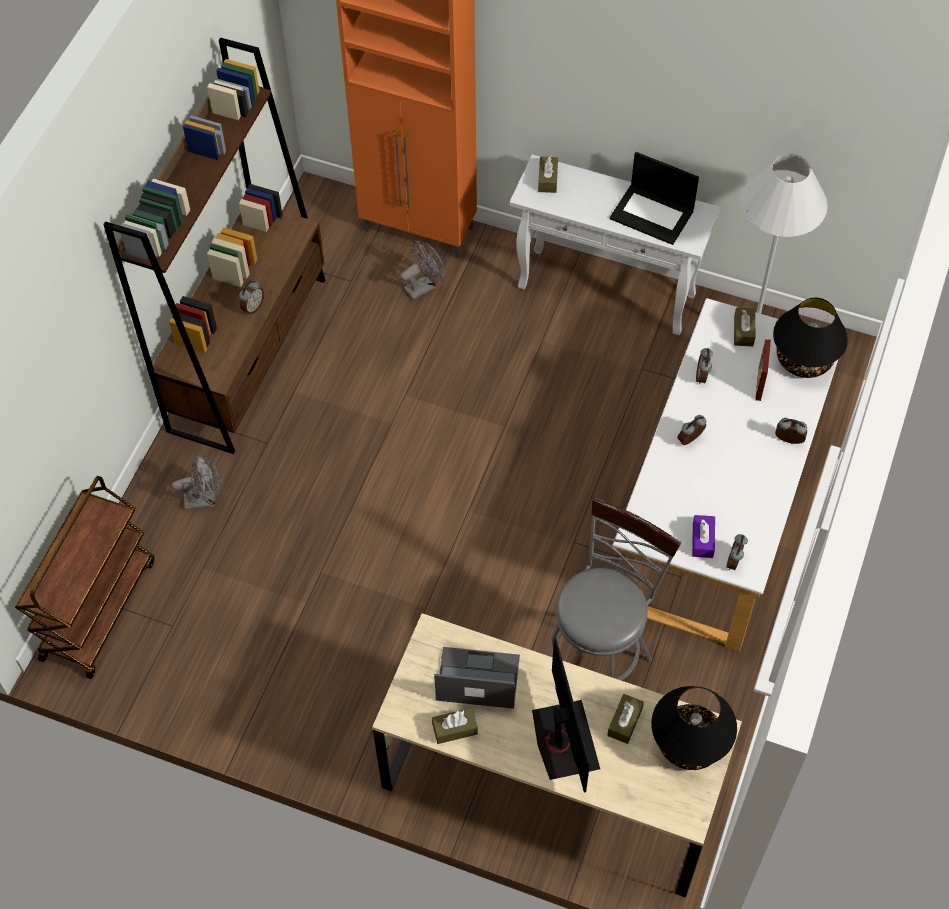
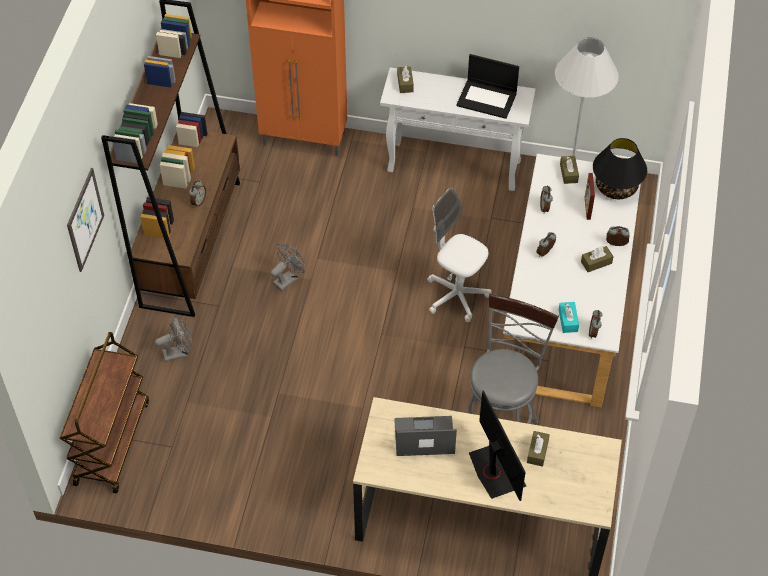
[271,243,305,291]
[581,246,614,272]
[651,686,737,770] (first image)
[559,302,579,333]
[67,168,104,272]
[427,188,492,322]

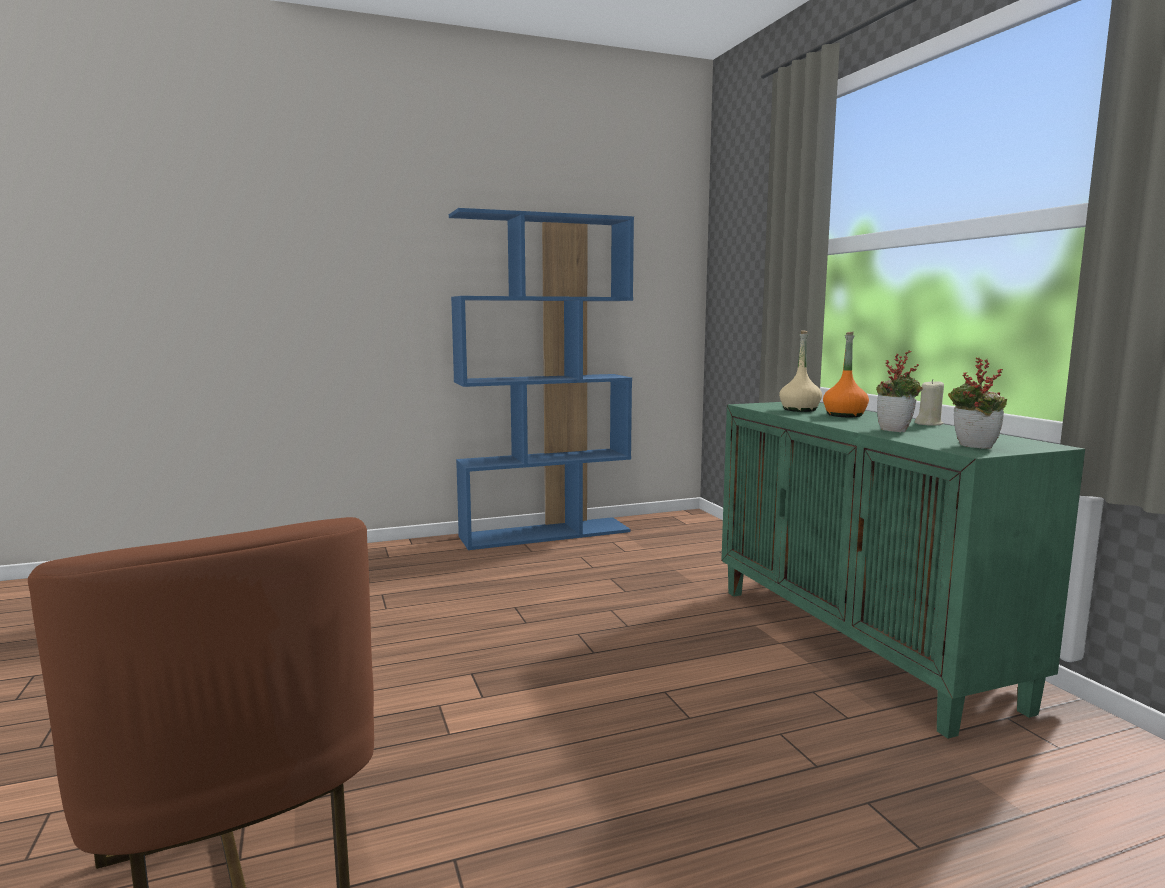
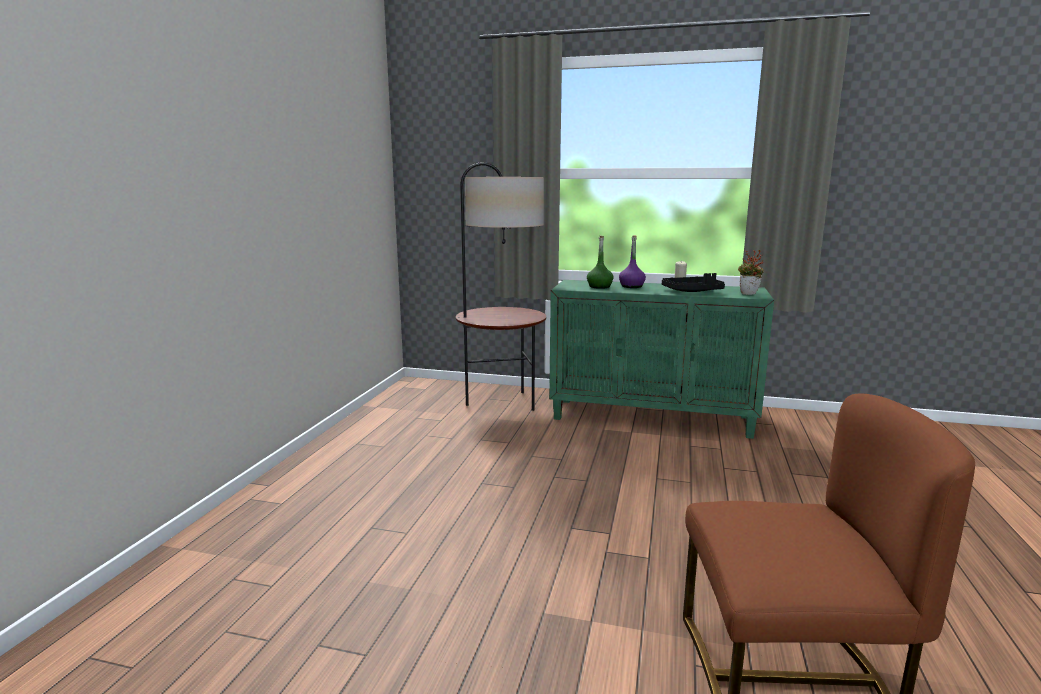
[449,208,634,550] (first image)
[587,235,614,289]
[619,235,646,288]
[662,273,725,292]
[456,162,546,411]

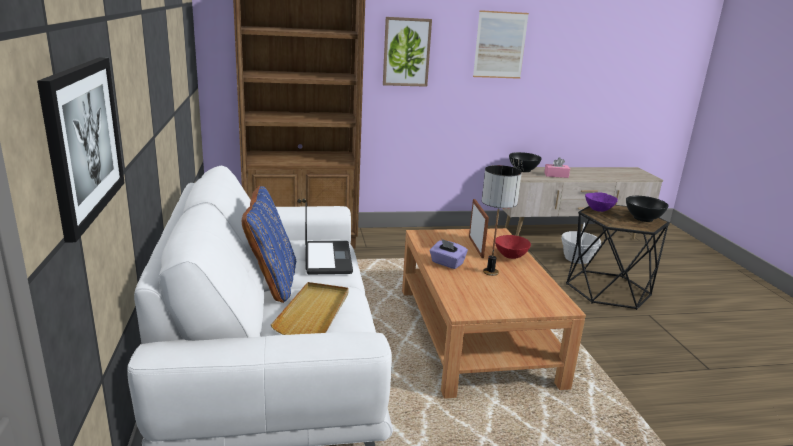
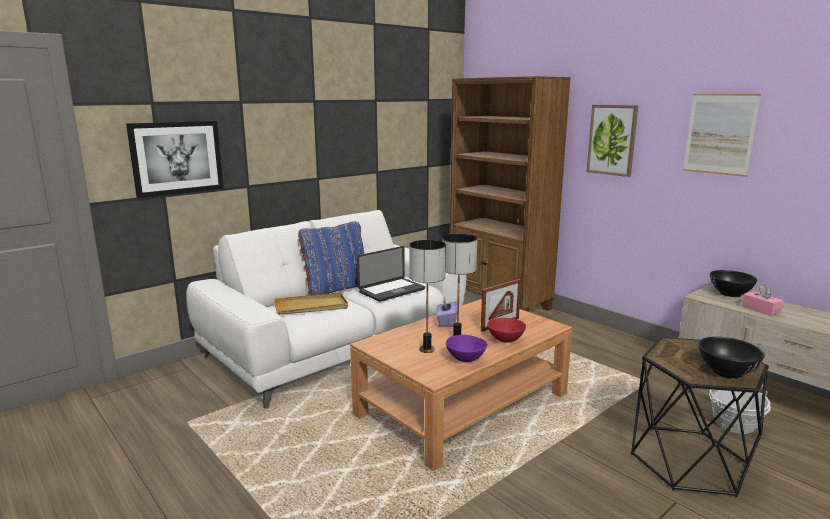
[446,335,487,362]
[409,240,446,353]

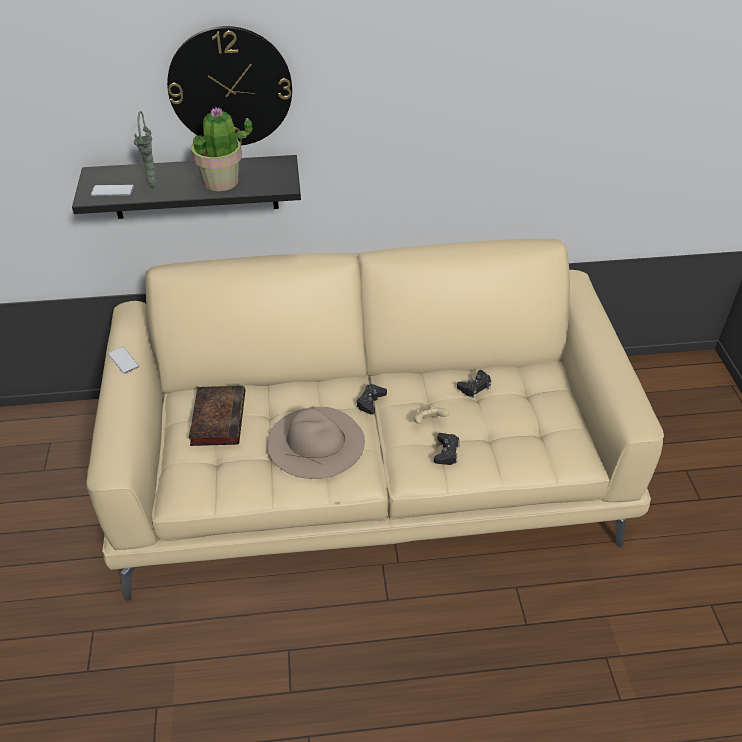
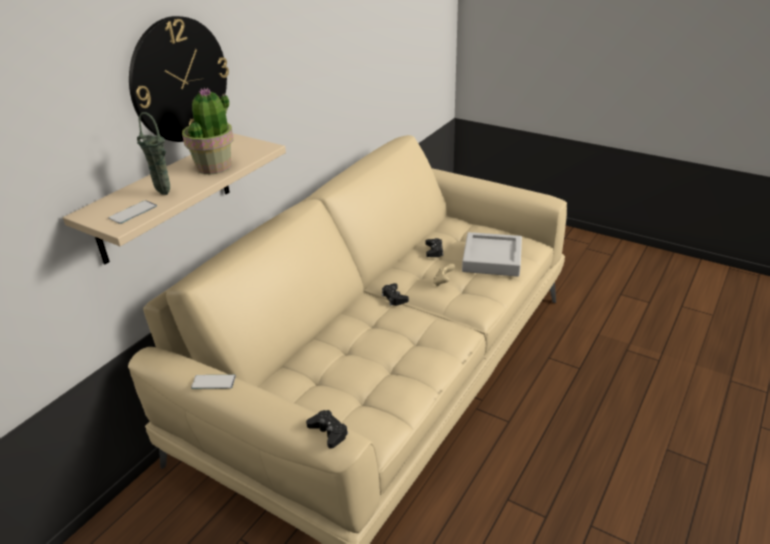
[63,134,286,264]
[188,386,245,446] (first image)
[267,407,365,479] (first image)
[306,410,348,449]
[462,232,522,277]

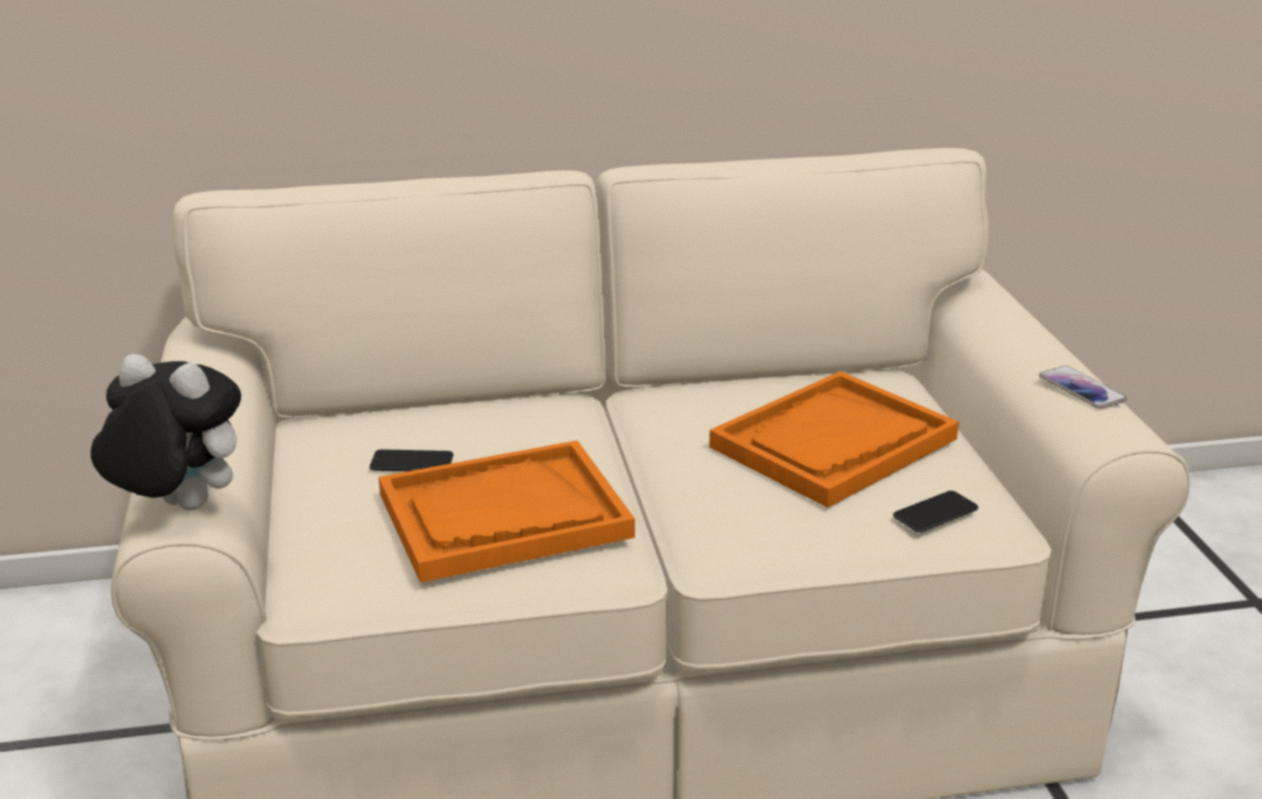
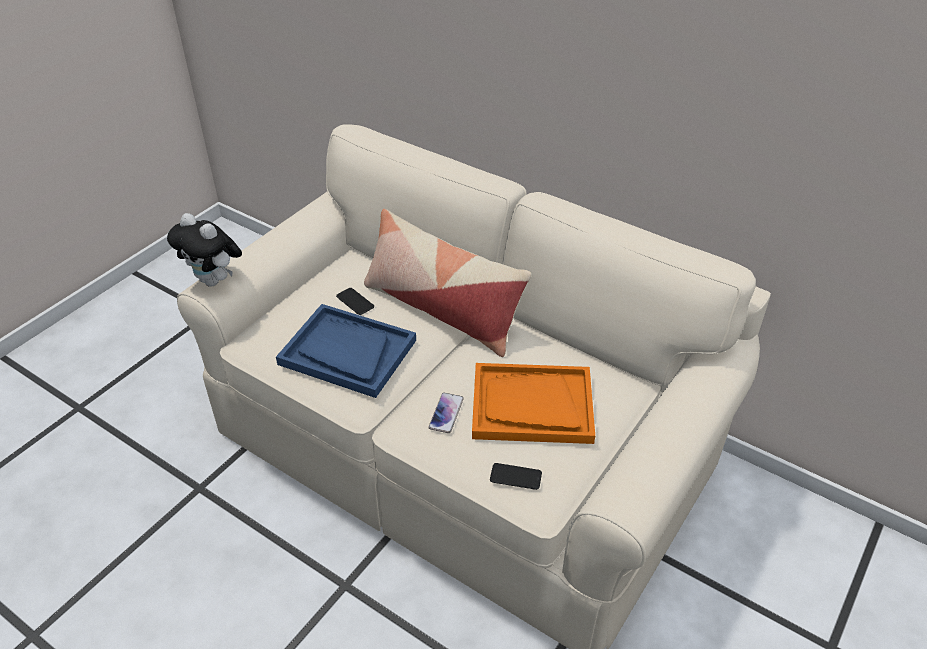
[167,213,242,287]
[276,304,416,398]
[428,393,464,433]
[364,209,531,357]

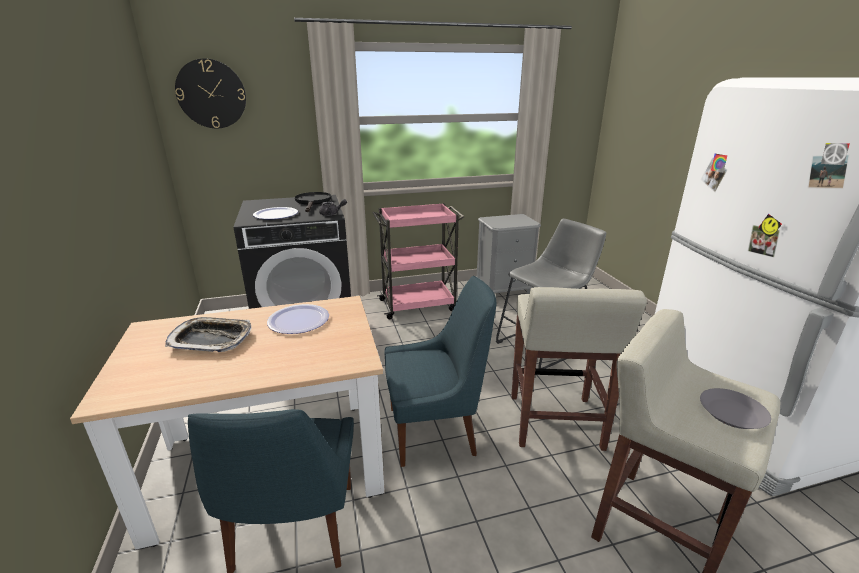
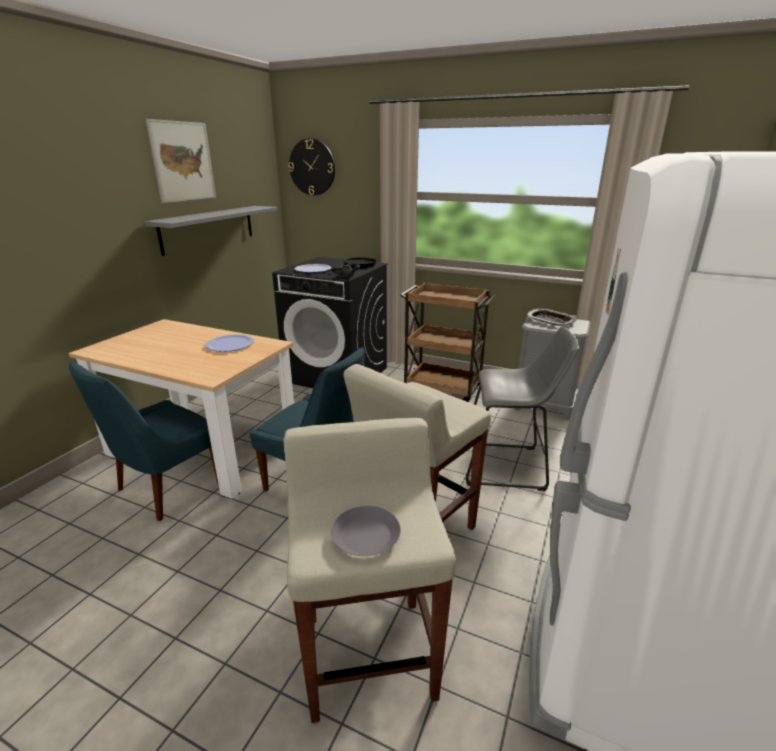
[526,308,577,326]
[400,283,496,402]
[144,206,278,256]
[145,119,216,203]

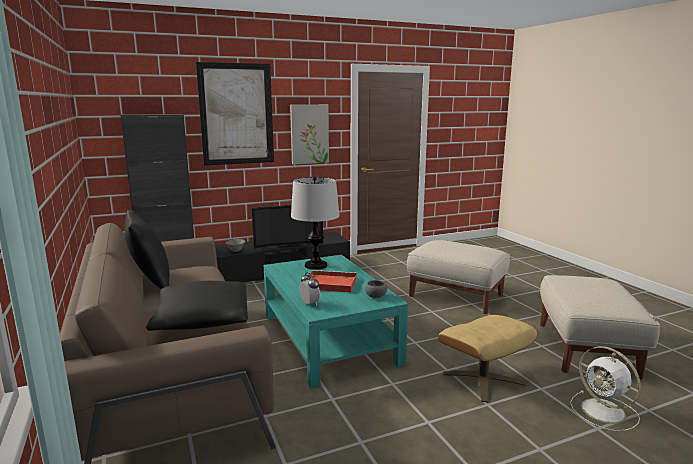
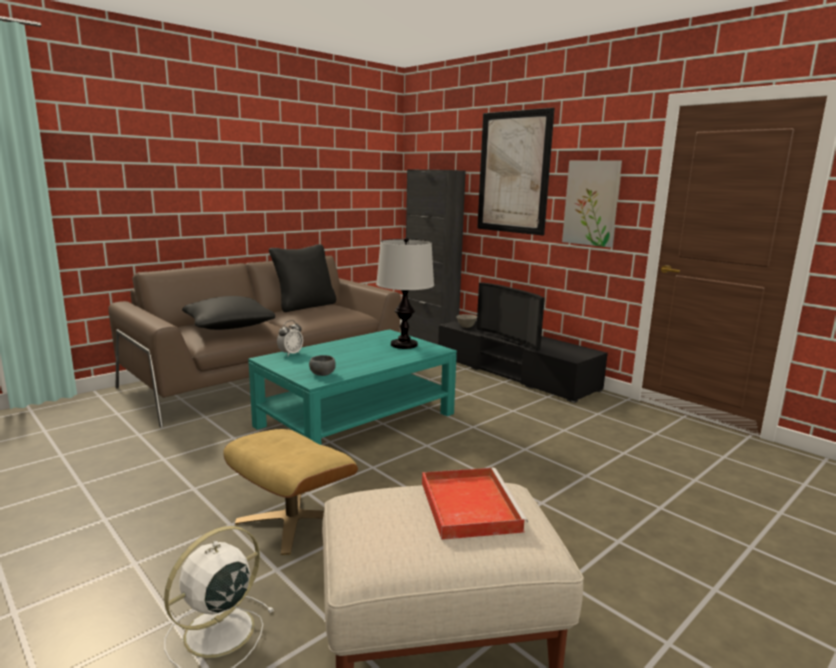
[422,468,528,540]
[407,240,510,314] (first image)

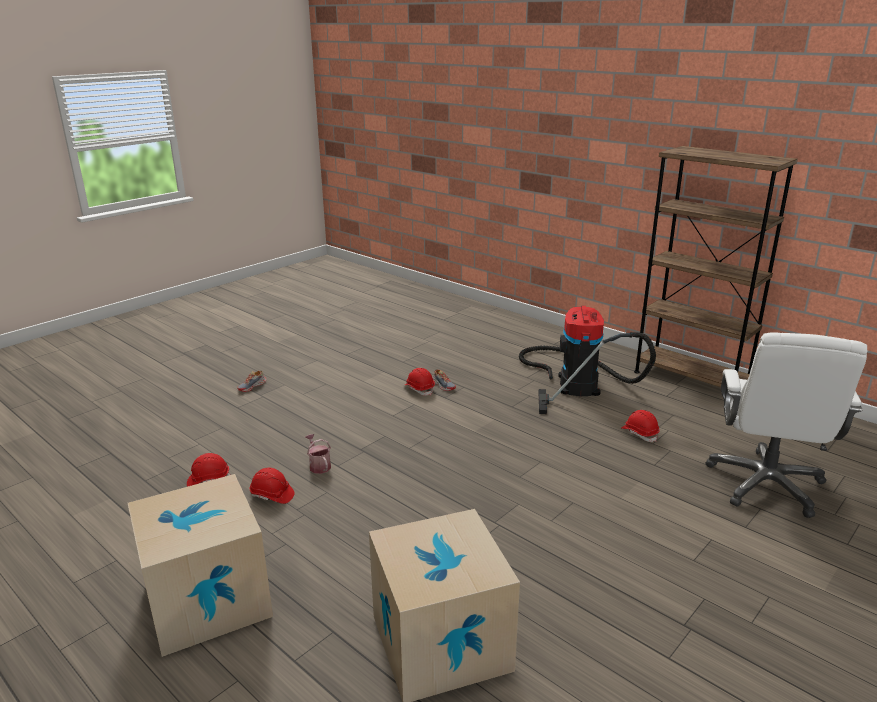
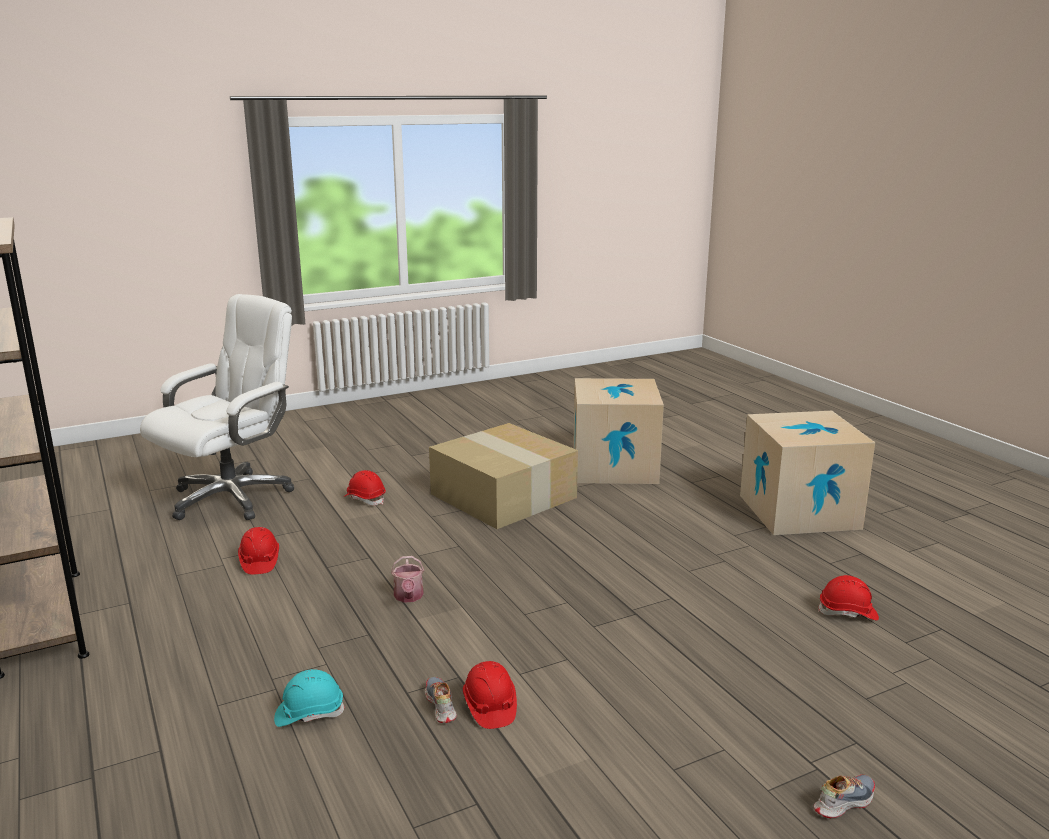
[344,470,386,505]
[391,556,424,603]
[519,306,656,414] (first image)
[274,669,345,727]
[429,423,578,529]

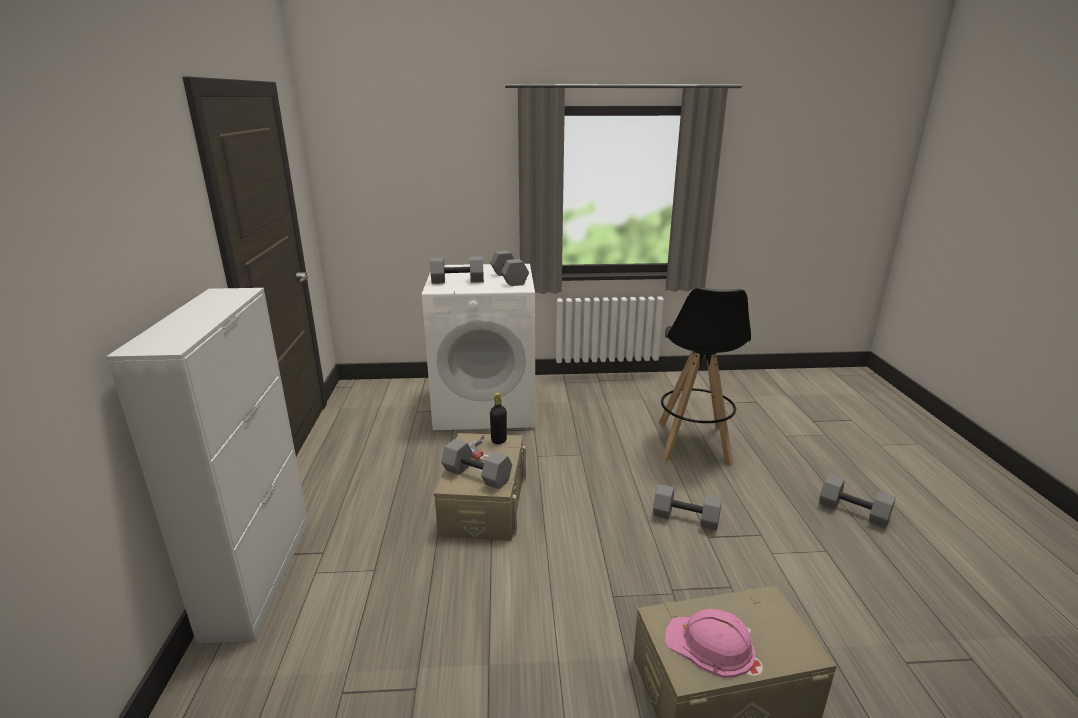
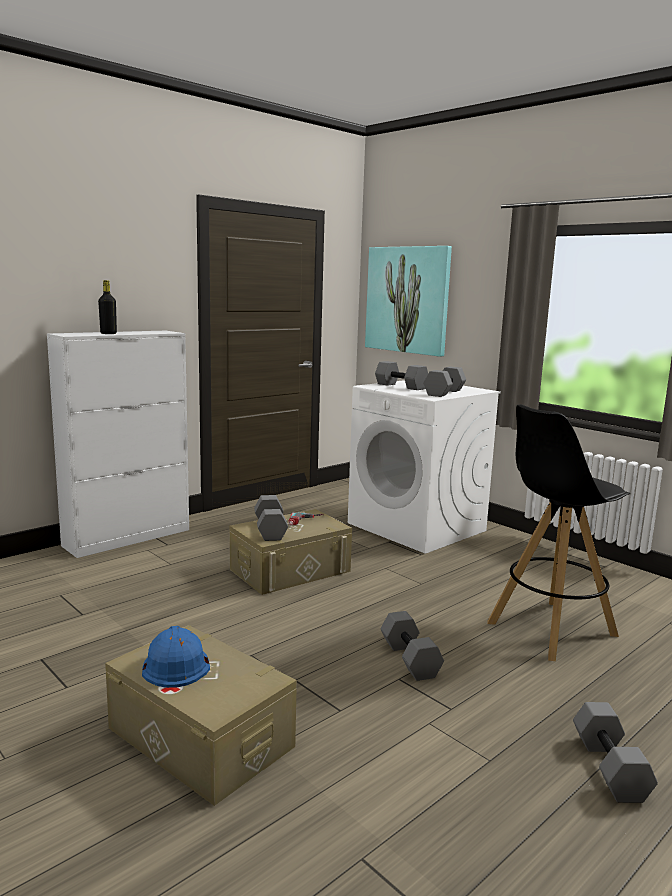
[98,280,117,334]
[142,626,210,688]
[365,246,452,357]

